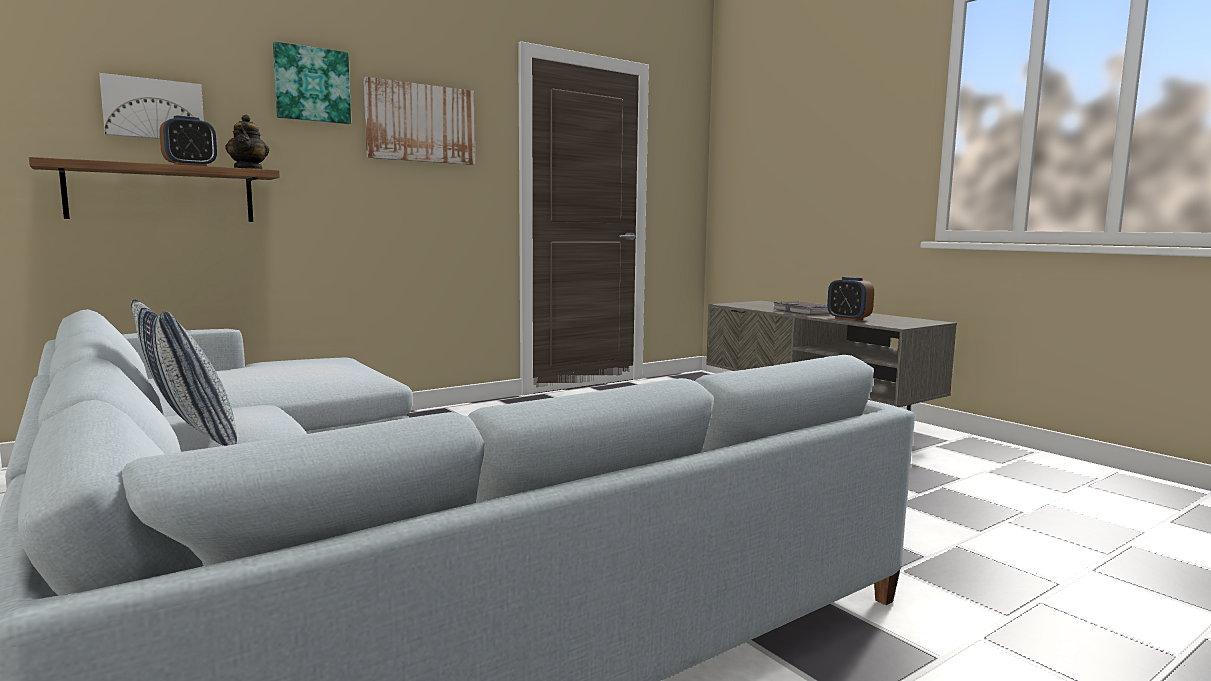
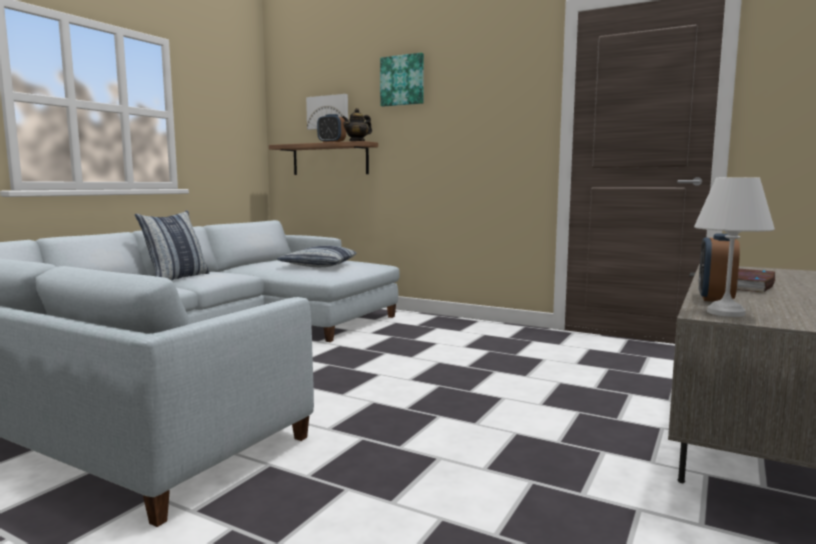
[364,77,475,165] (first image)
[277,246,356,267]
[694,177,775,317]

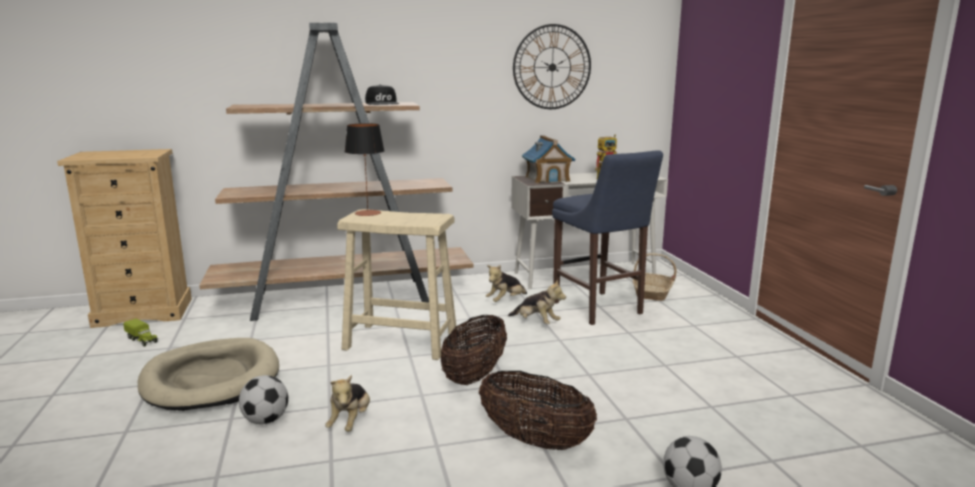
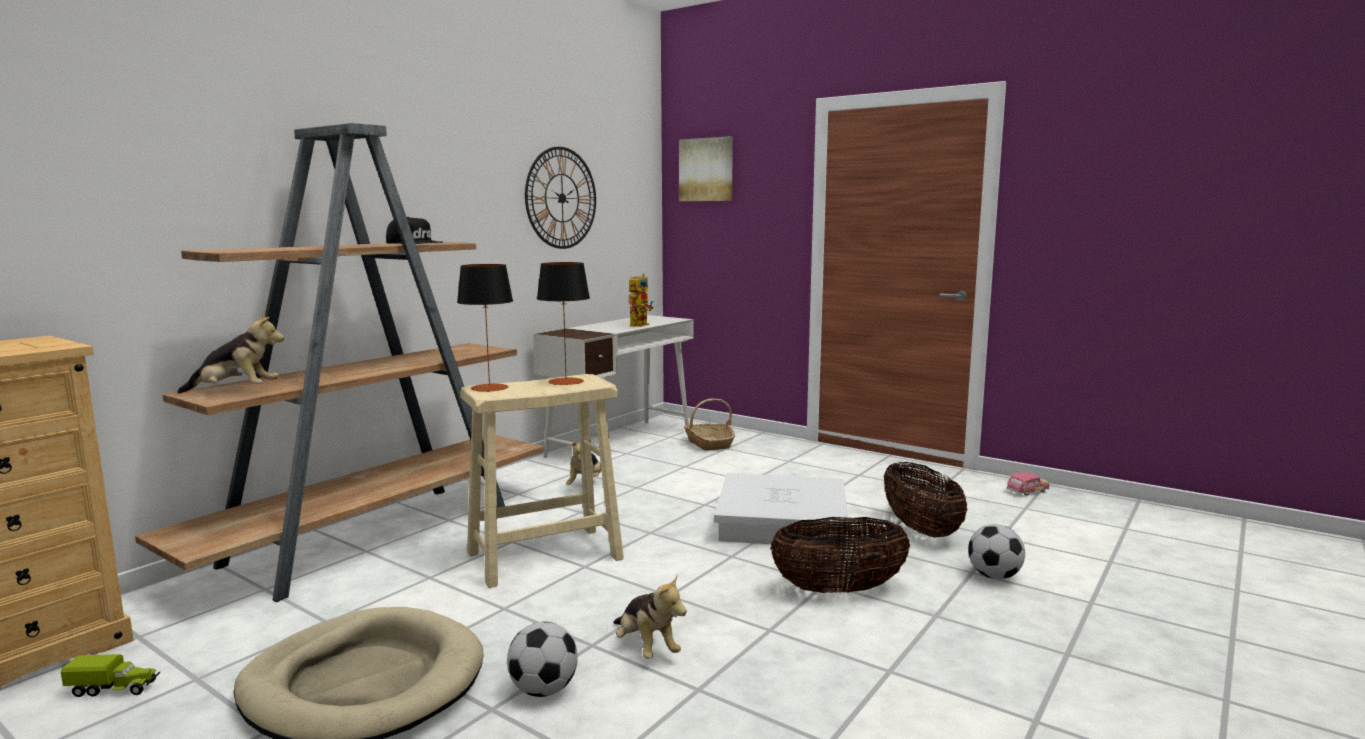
[884,462,967,538]
[177,313,284,394]
[522,135,575,184] (first image)
[552,150,663,325] (first image)
[537,262,590,385]
[679,136,733,201]
[714,473,848,545]
[1006,472,1049,496]

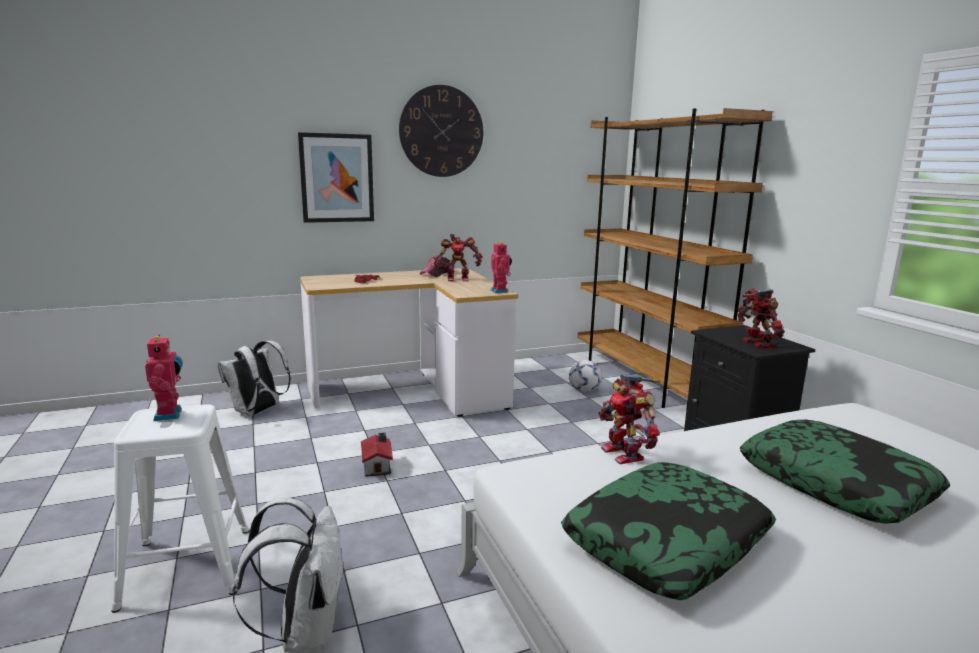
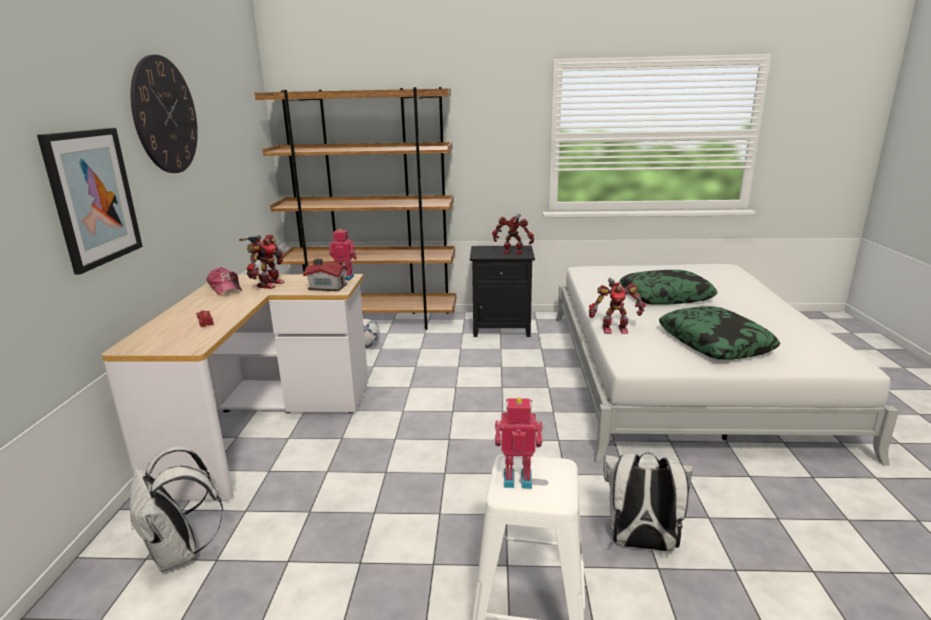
[303,259,349,291]

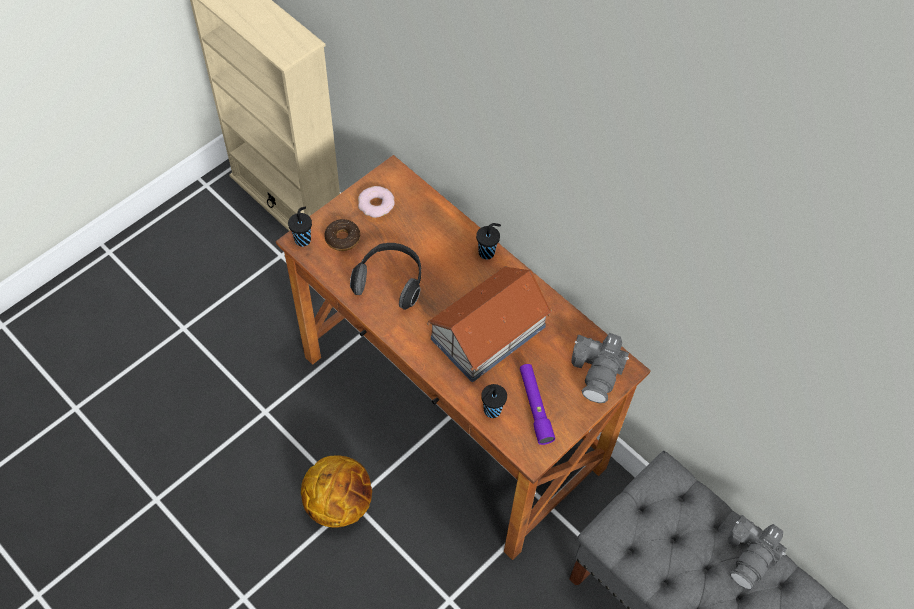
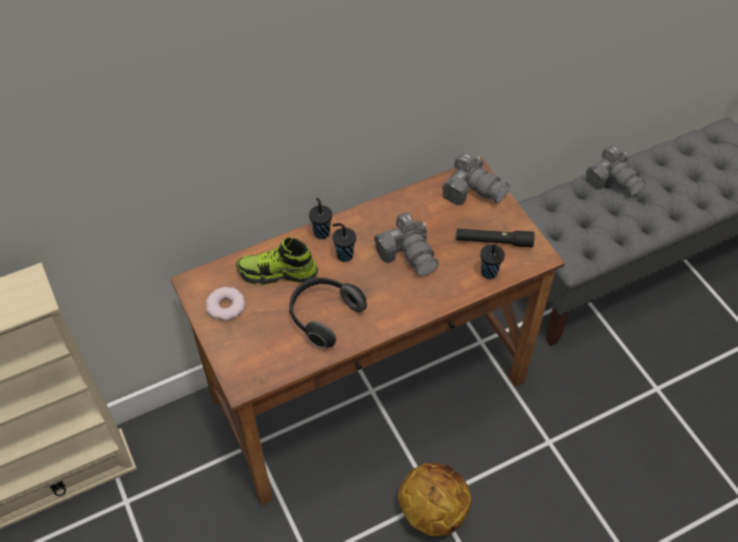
[332,223,356,262]
[324,219,360,251] (first image)
[374,212,438,276]
[456,229,534,248]
[236,237,318,285]

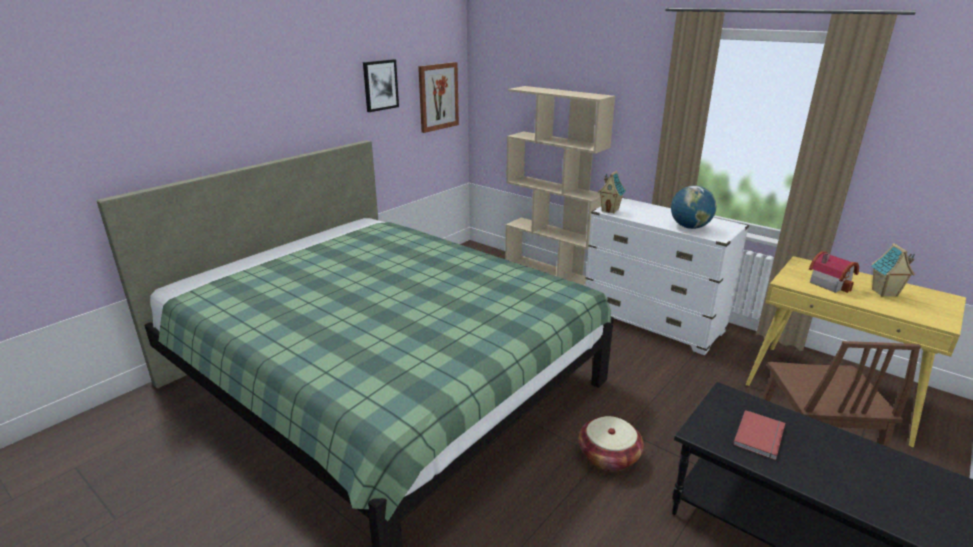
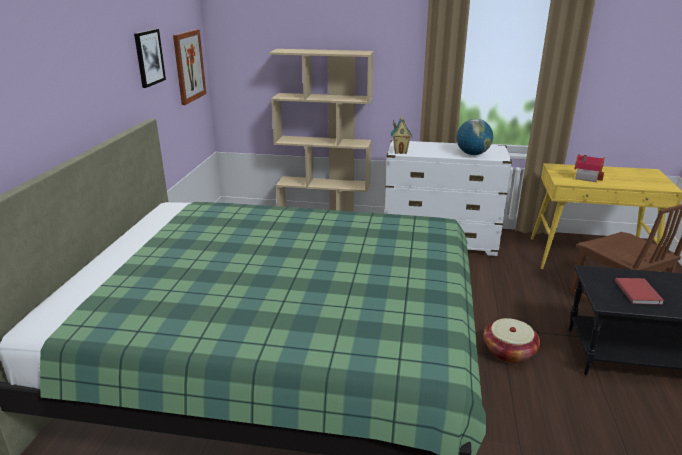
[871,243,915,297] (first image)

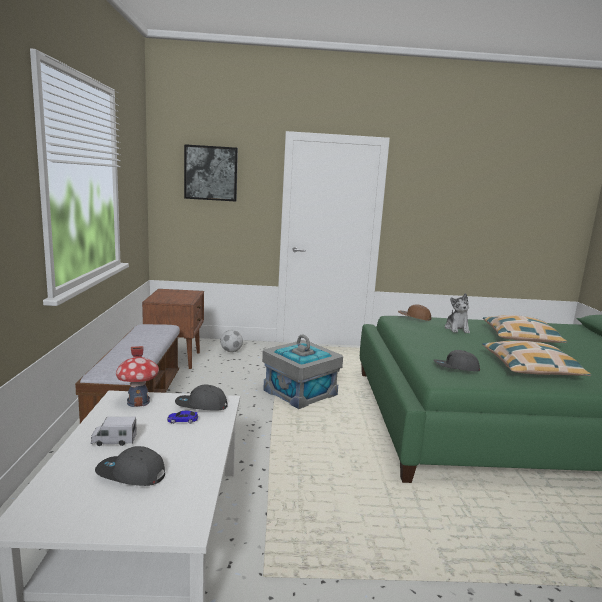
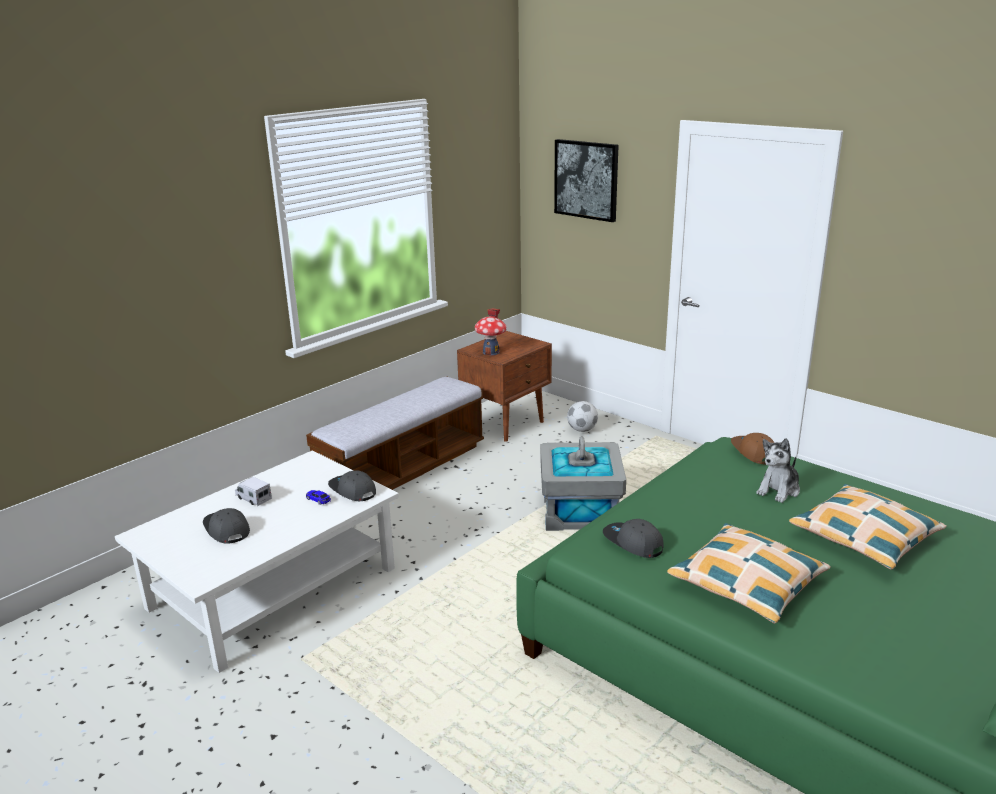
[475,308,507,356]

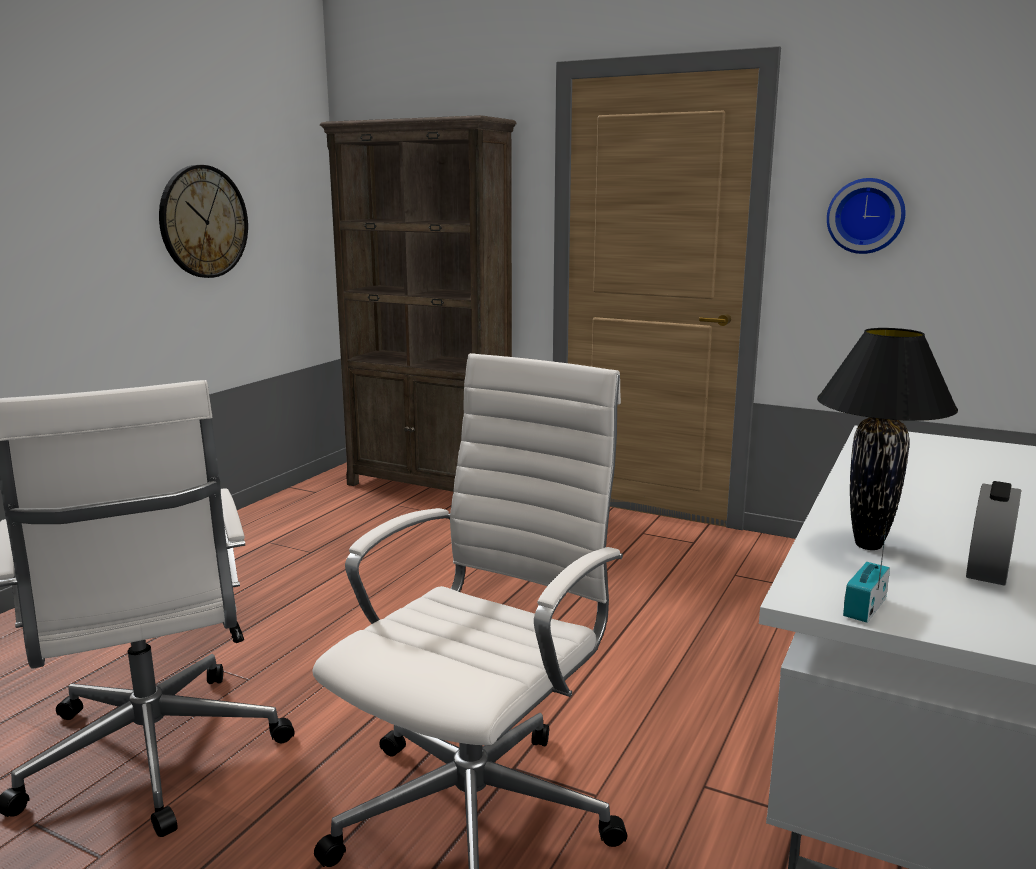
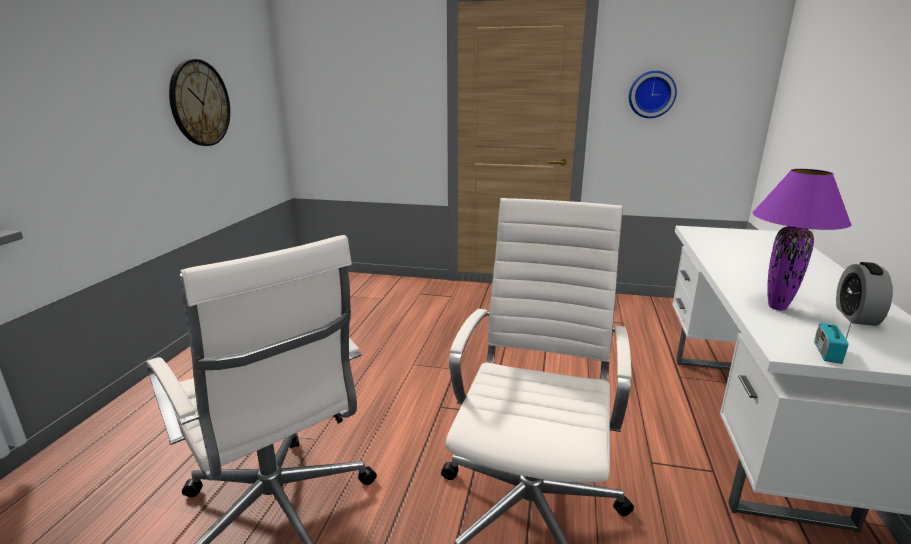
[320,115,516,492] (first image)
[752,169,851,311]

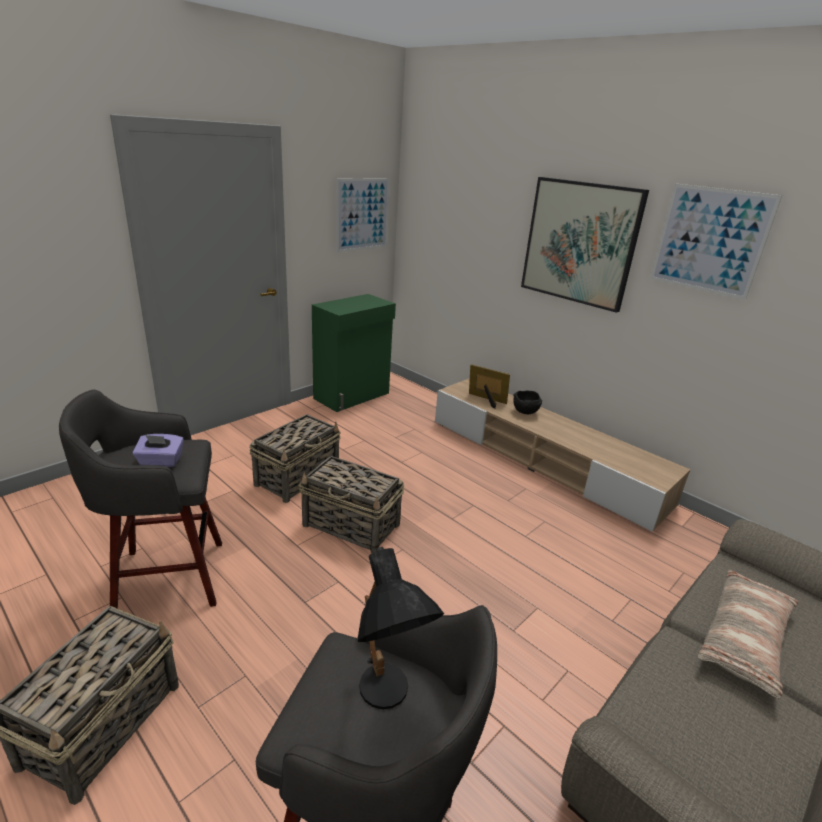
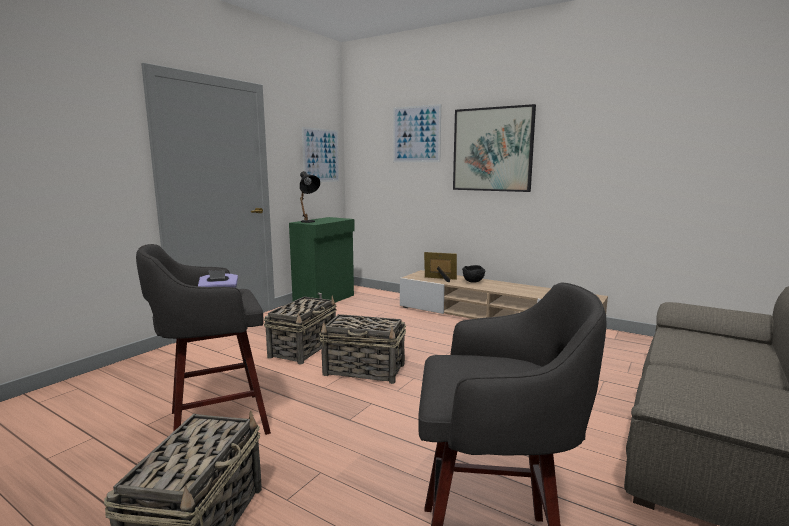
[300,171,320,223]
[393,104,441,162]
[698,569,798,698] (first image)

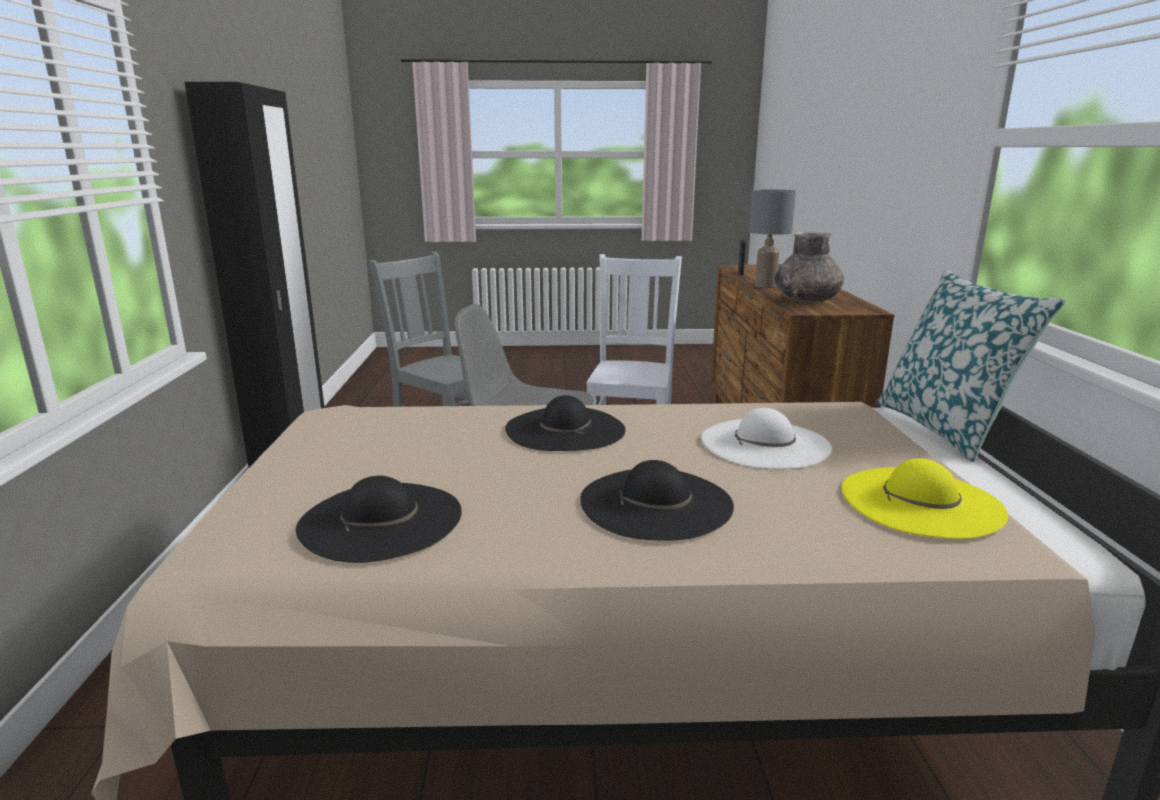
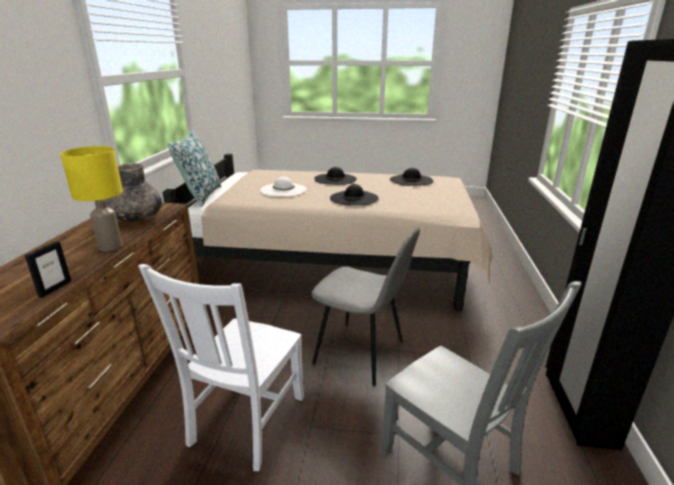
[60,146,123,251]
[841,459,1008,539] (first image)

